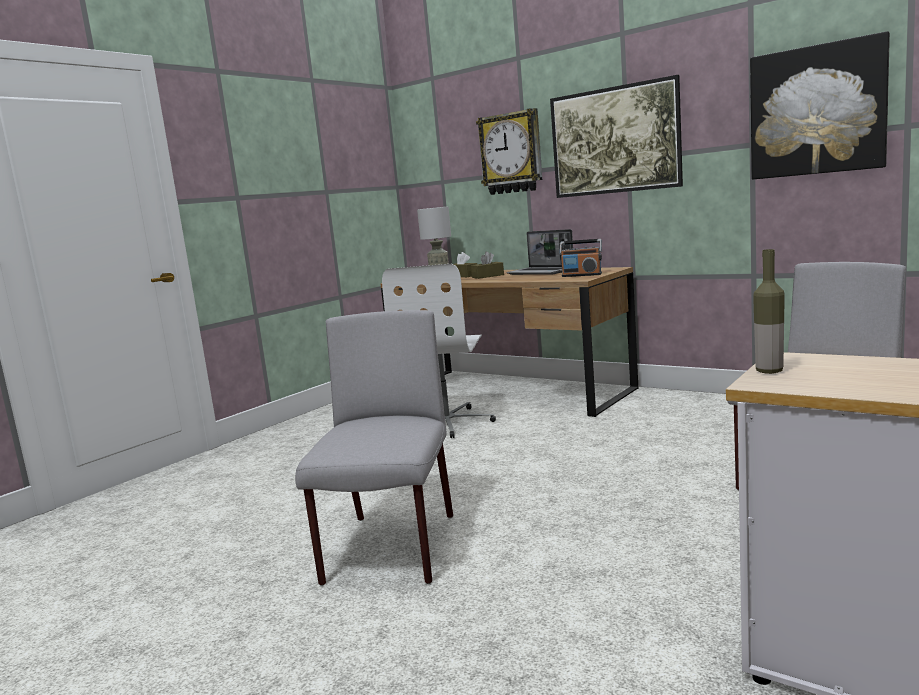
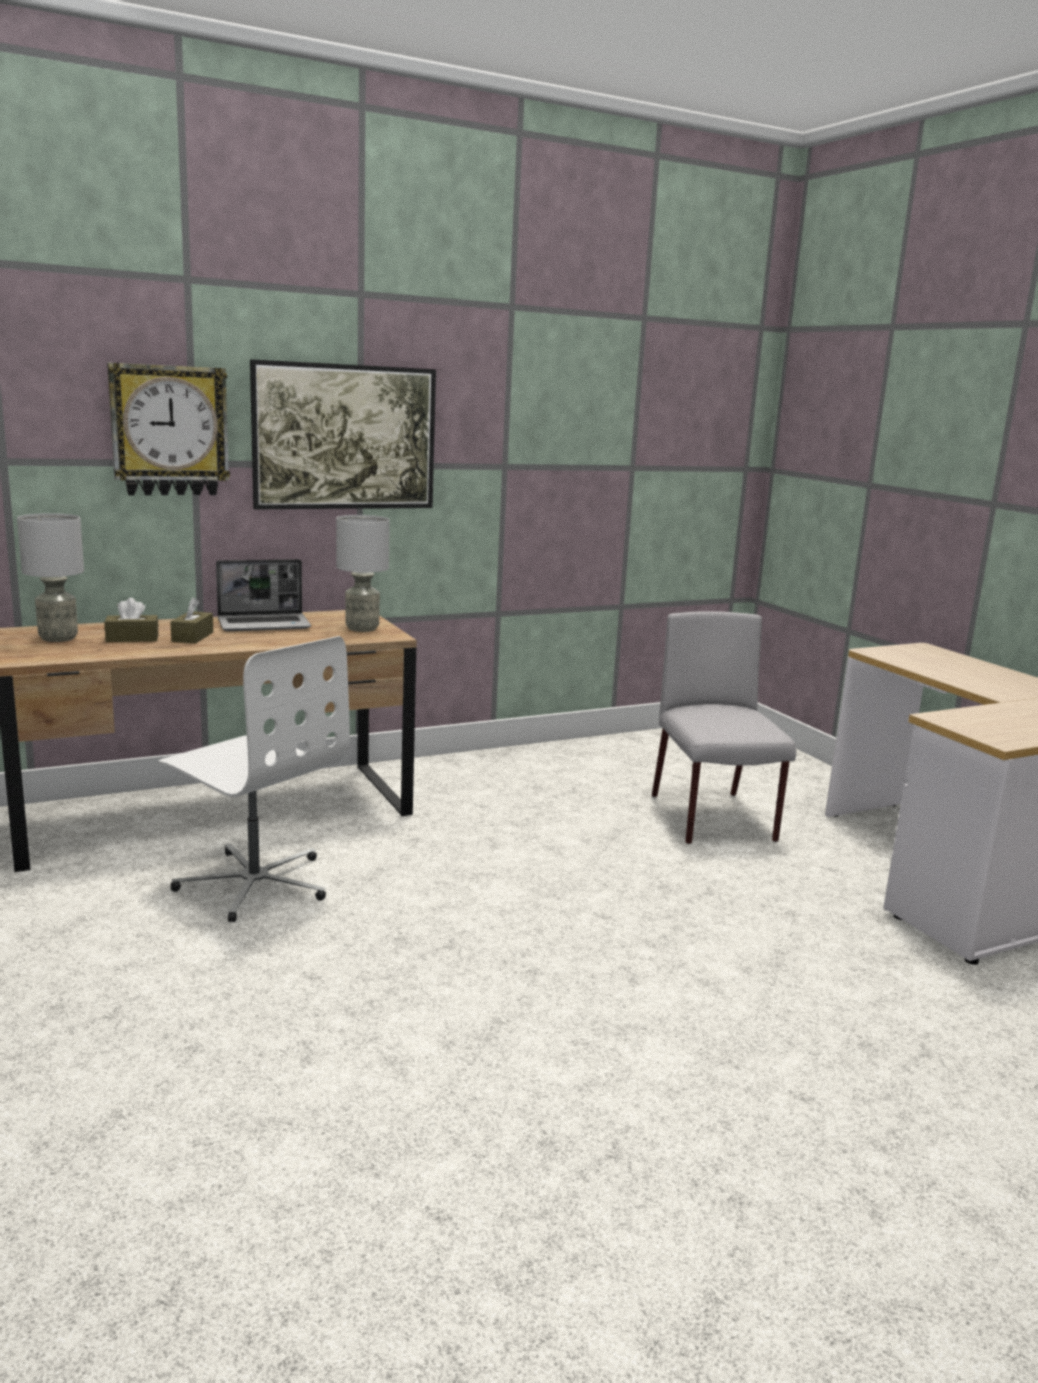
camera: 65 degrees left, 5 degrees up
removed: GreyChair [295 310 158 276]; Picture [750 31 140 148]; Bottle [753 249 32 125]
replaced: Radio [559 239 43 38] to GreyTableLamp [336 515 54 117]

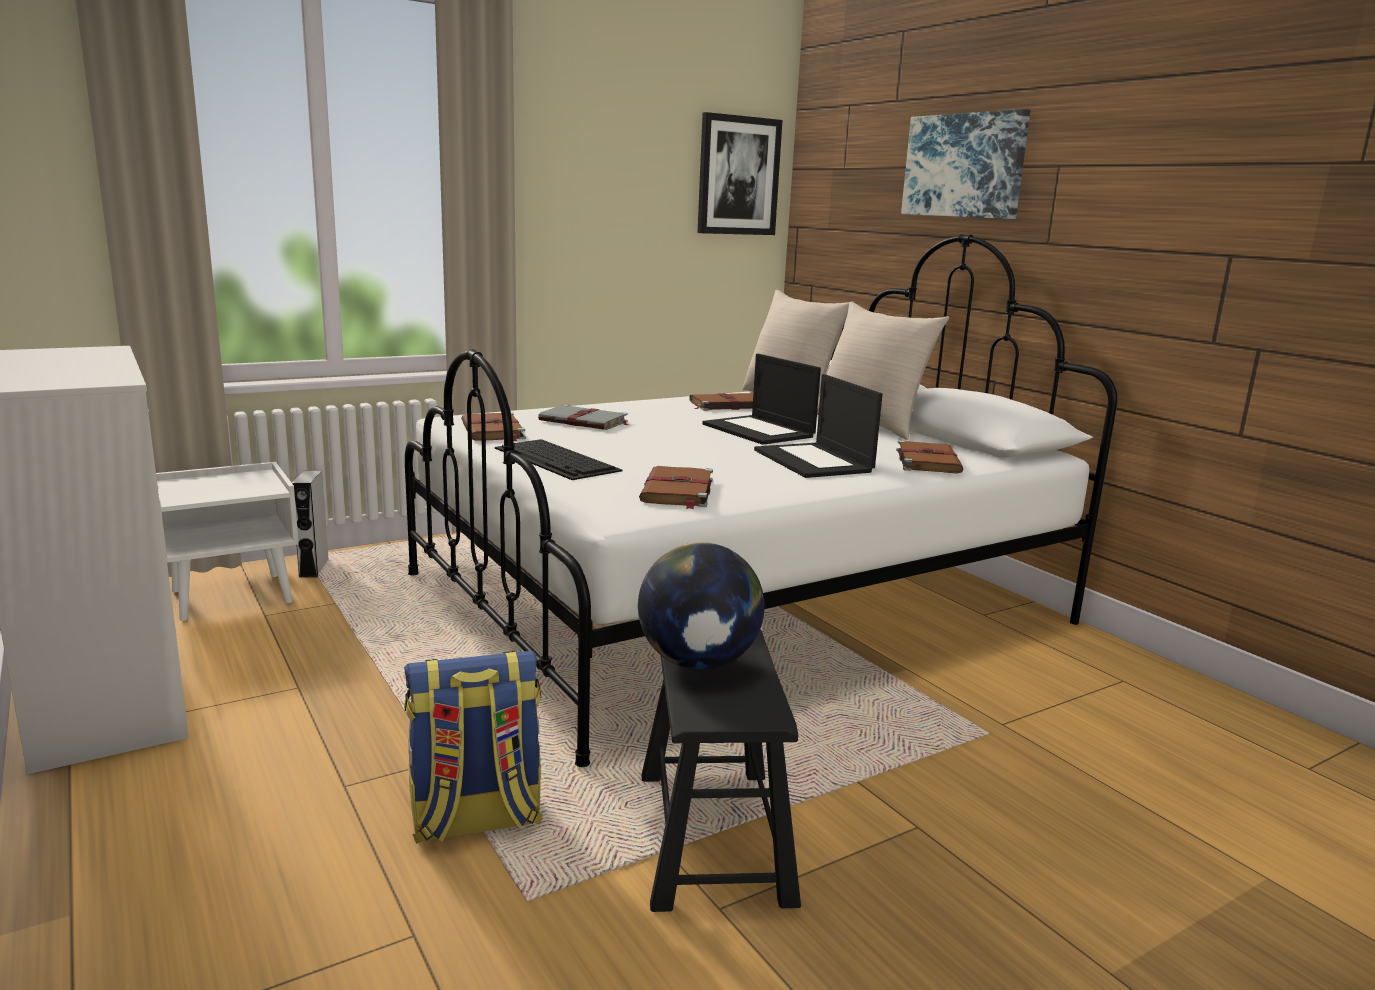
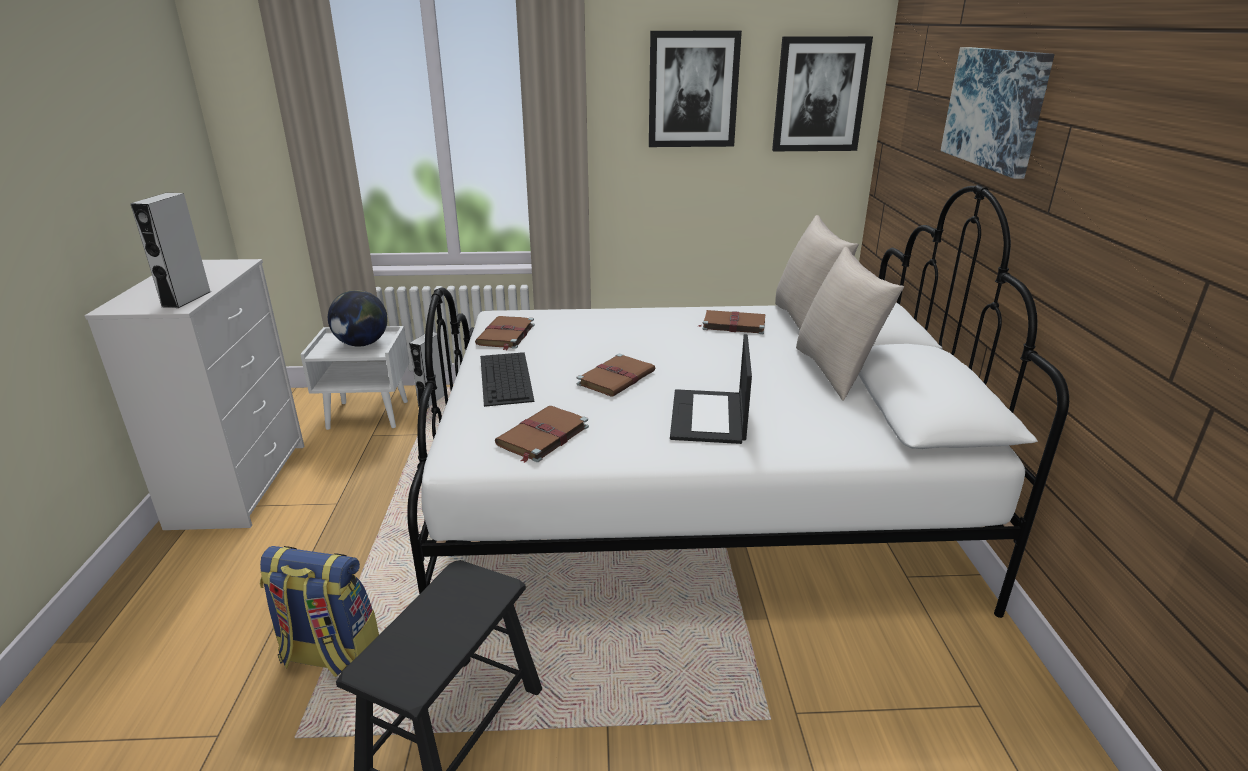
camera: 30 degrees right, 10 degrees up
removed: GreyBook [538 404 91 26]; Laptop [702 354 119 91]
added: GreySpeaker [130 193 81 115]; Picture [649 31 93 116]
moved: Globe [638 542 126 128] to [328 290 60 57]; BrownBook [896 440 67 34] to [577 354 79 42]

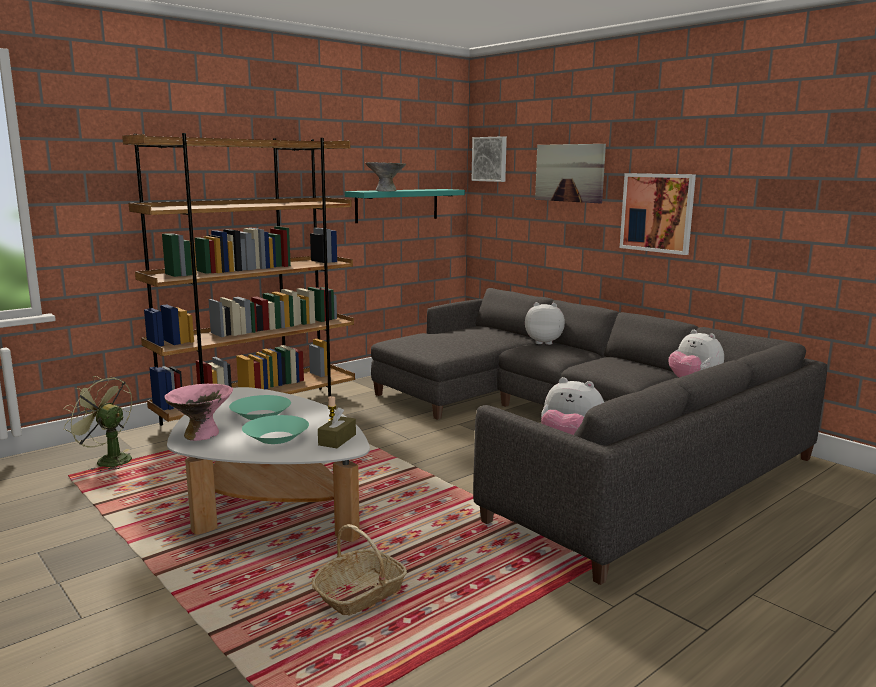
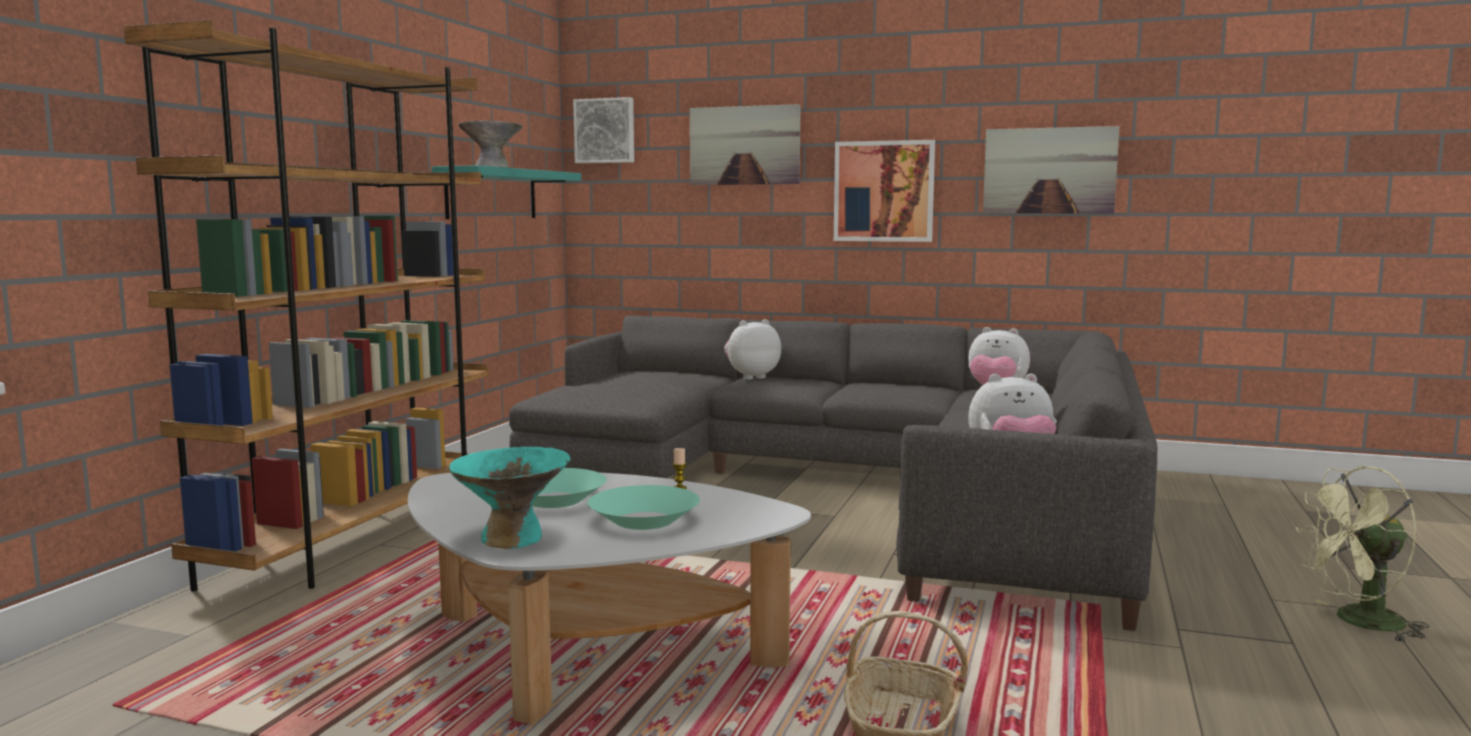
camera: 30 degrees left, 5 degrees down
removed: BrownTissueBox [318 407 38 41]
added: Picture [983 126 136 87]
moved: GreenFan [63 376 69 95] to [1295 466 134 176]
recoloured: PinkBowl [164 384 69 57] to TurquoiseBowl [449 447 121 102]

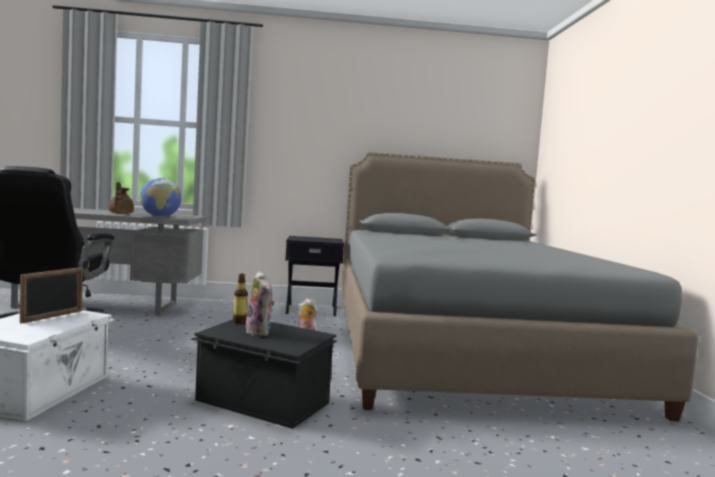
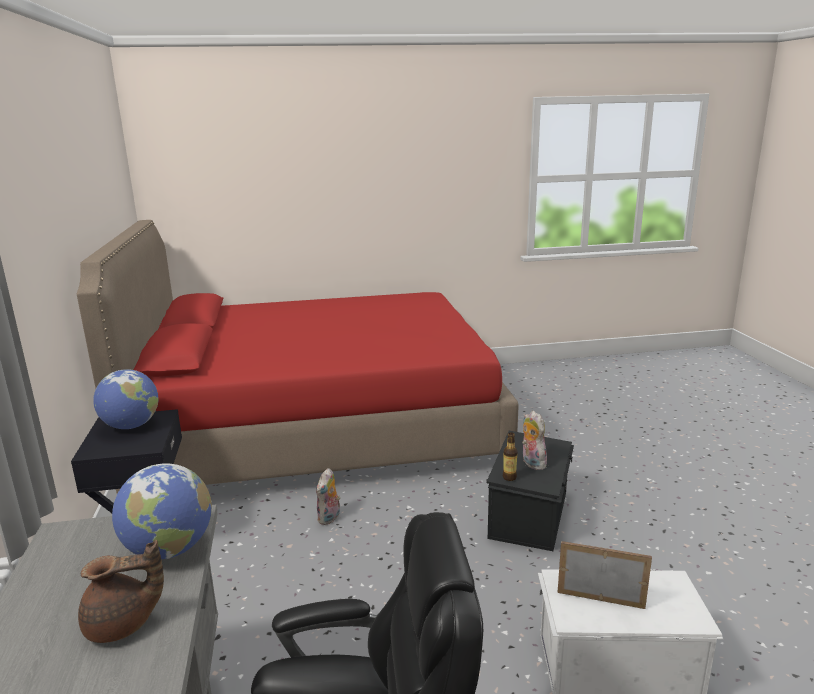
camera: 95 degrees left, 15 degrees up
added: Globe [93 369 66 60]
recoloured: GreyBed [341 152 358 269] to RedBed [77 220 442 274]
turned: PlushToy [246 271 28 65] = [522 411 26 59] 75 degrees counterclockwise

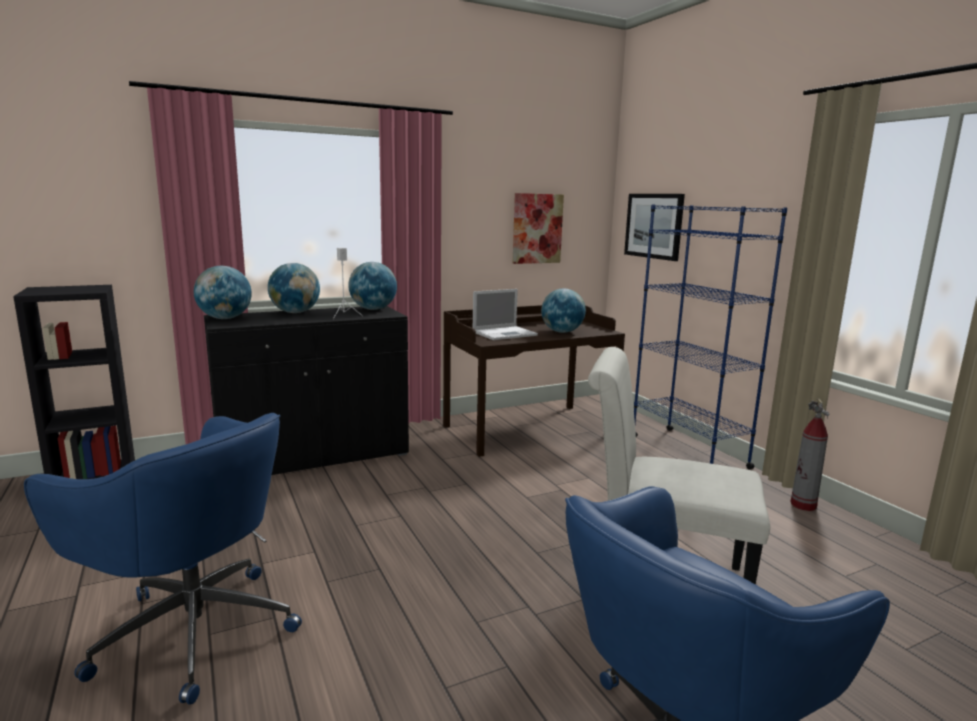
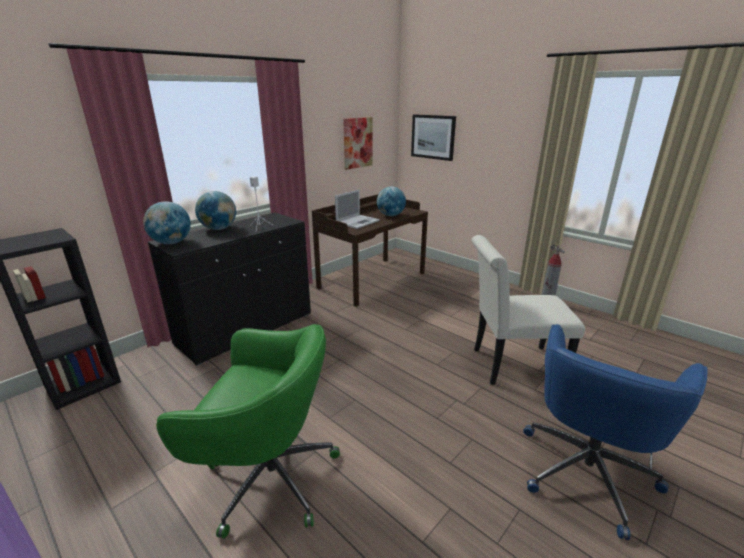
camera: 20 degrees left, 10 degrees up
removed: Globe [348 262 49 48]; BlueBookcase [634 204 153 265]
recoloured: BlueOfficeChair [24 413 278 292] to GreenOfficeChair [156 324 184 215]

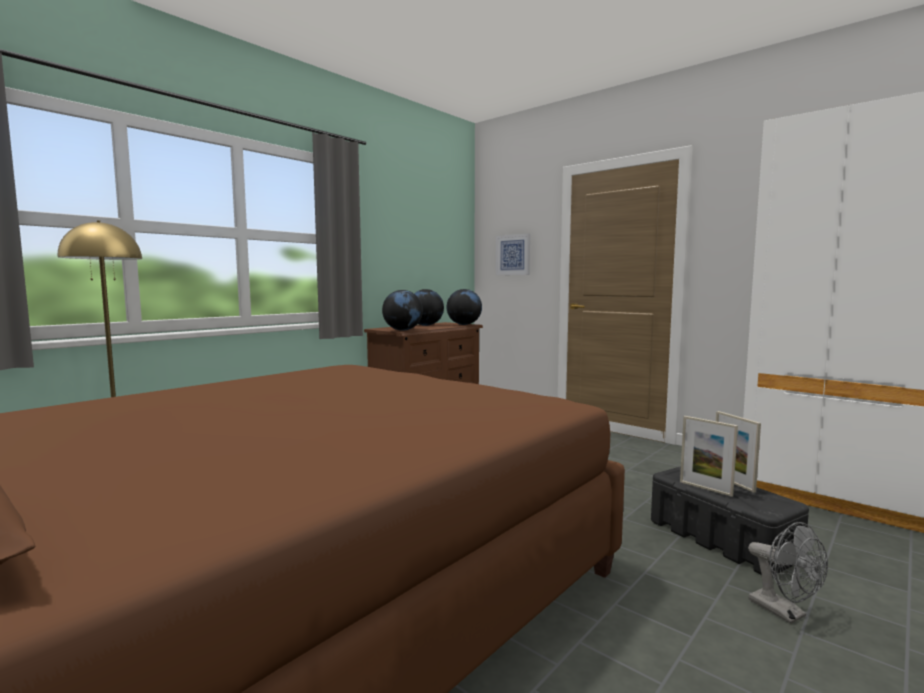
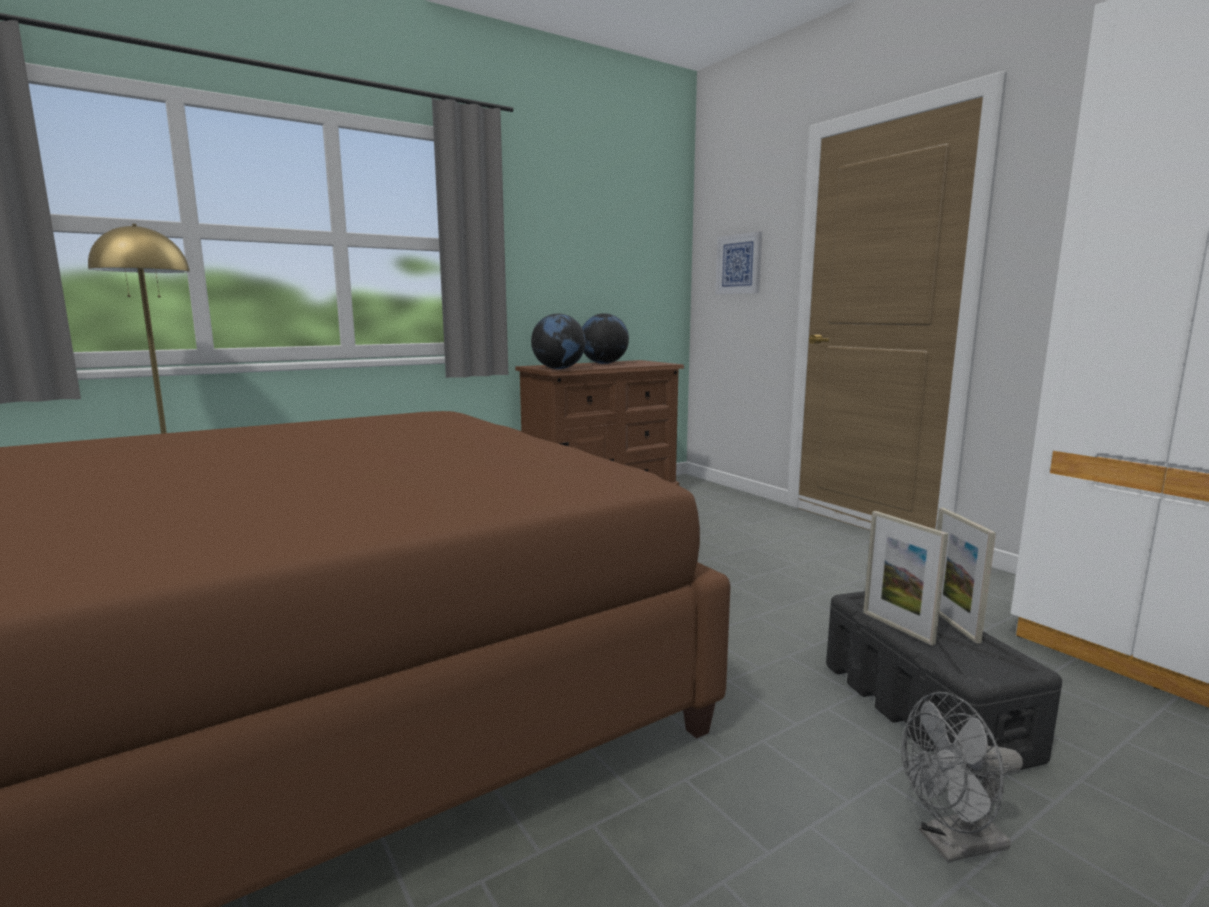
camera: 15 degrees right, 5 degrees up
removed: Globe [447 289 35 36]
turned: GreyFan [748 522 80 102] = [901 692 122 170] 90 degrees clockwise

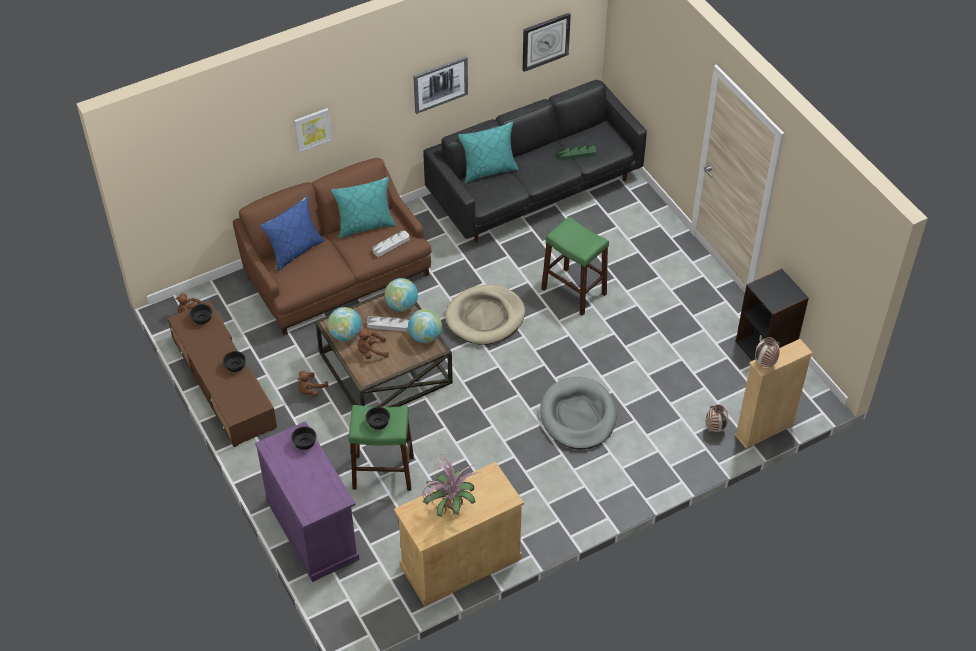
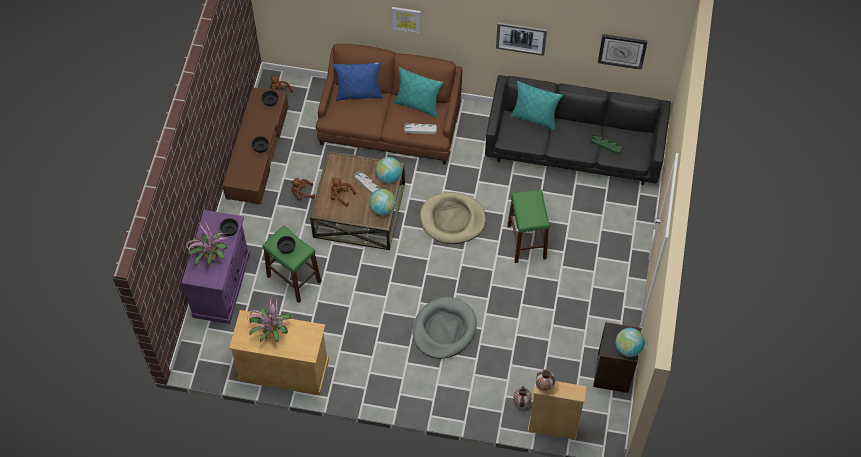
camera: 40 degrees right, 10 degrees up
added: PottedPlant [185 222 43 44]
moved: Globe [327 307 35 34] to [615 328 30 29]

